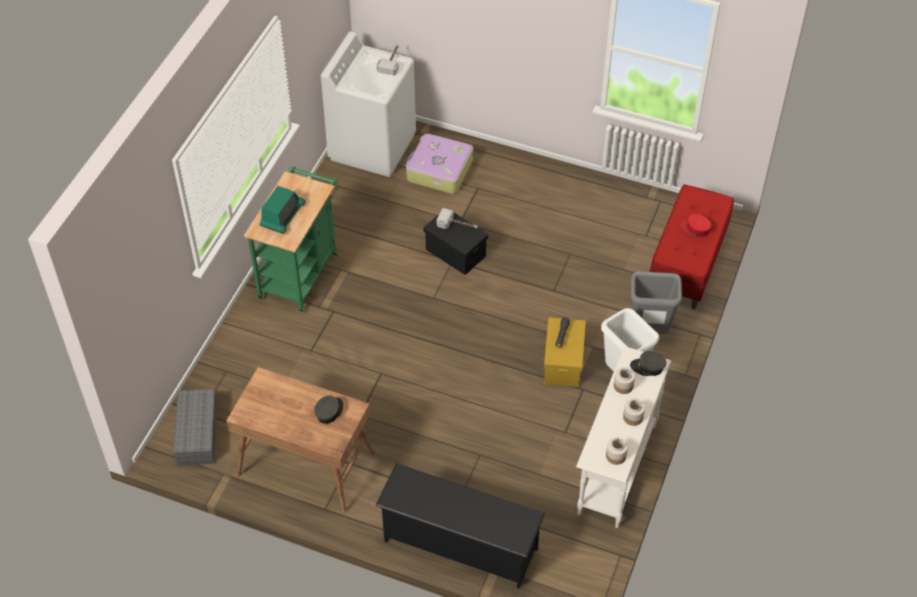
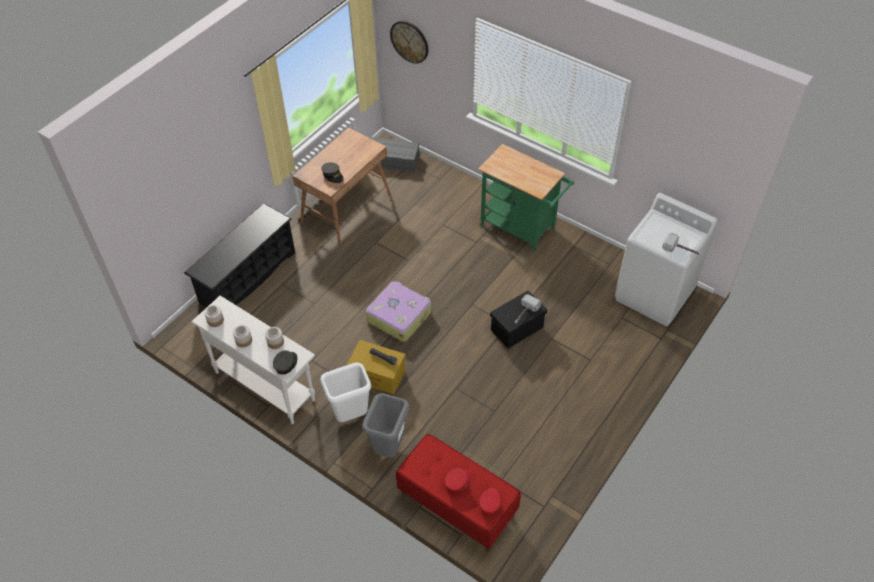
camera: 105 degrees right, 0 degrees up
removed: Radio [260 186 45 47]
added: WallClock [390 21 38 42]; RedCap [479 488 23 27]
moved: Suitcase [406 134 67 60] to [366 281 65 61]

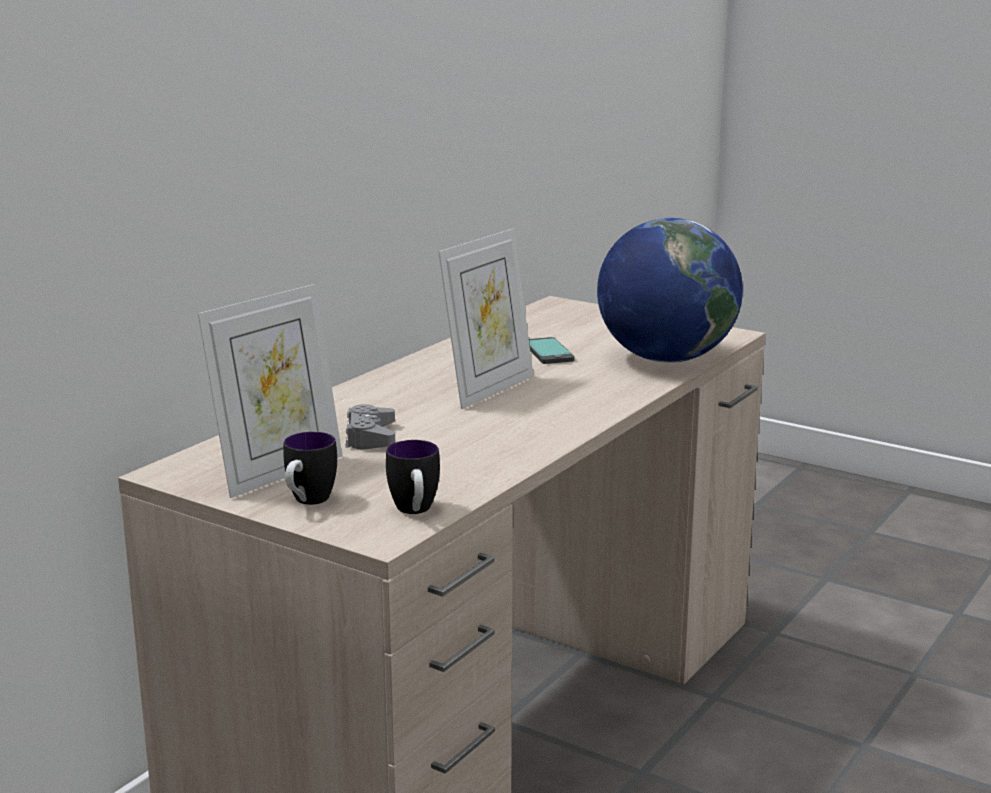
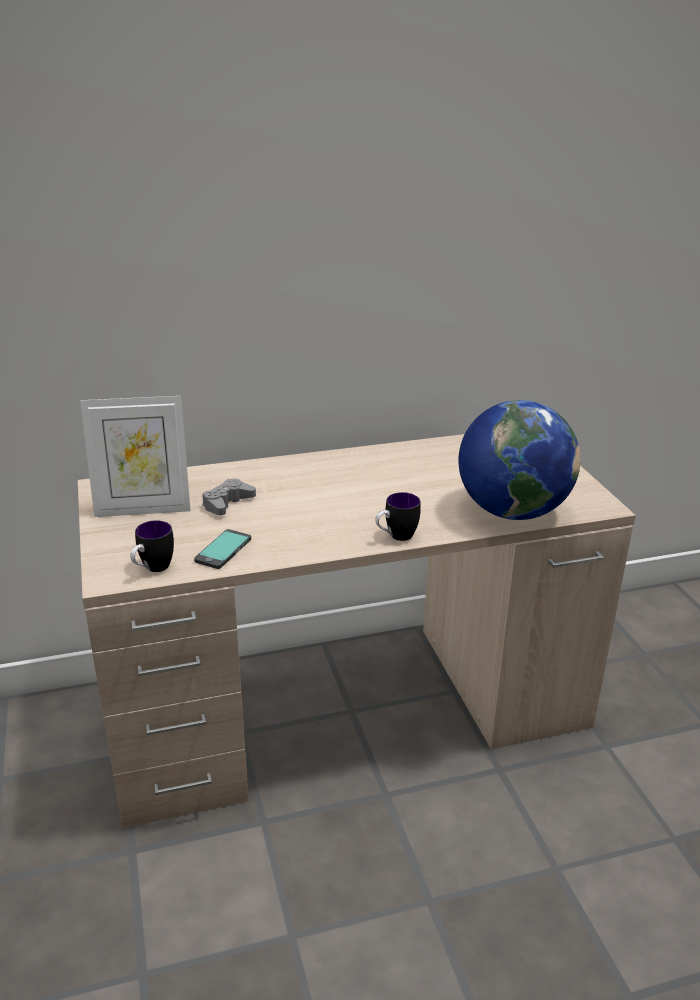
camera: 40 degrees right, 10 degrees up
removed: PictureFrame [438 228 95 181]
moved: Mug [283 432 54 73] to [375 492 46 49]; Phone [529 337 46 27] to [194 529 57 40]

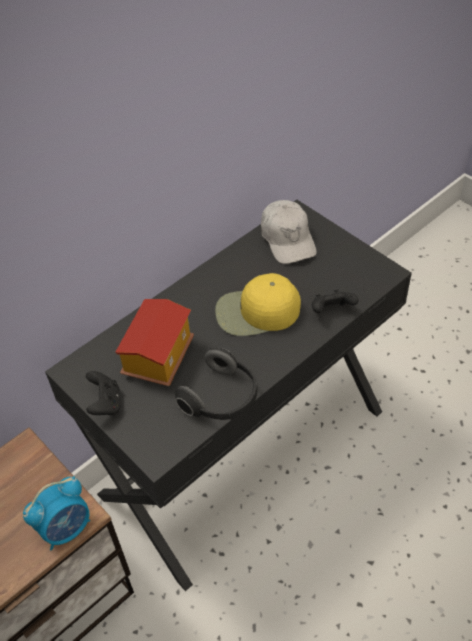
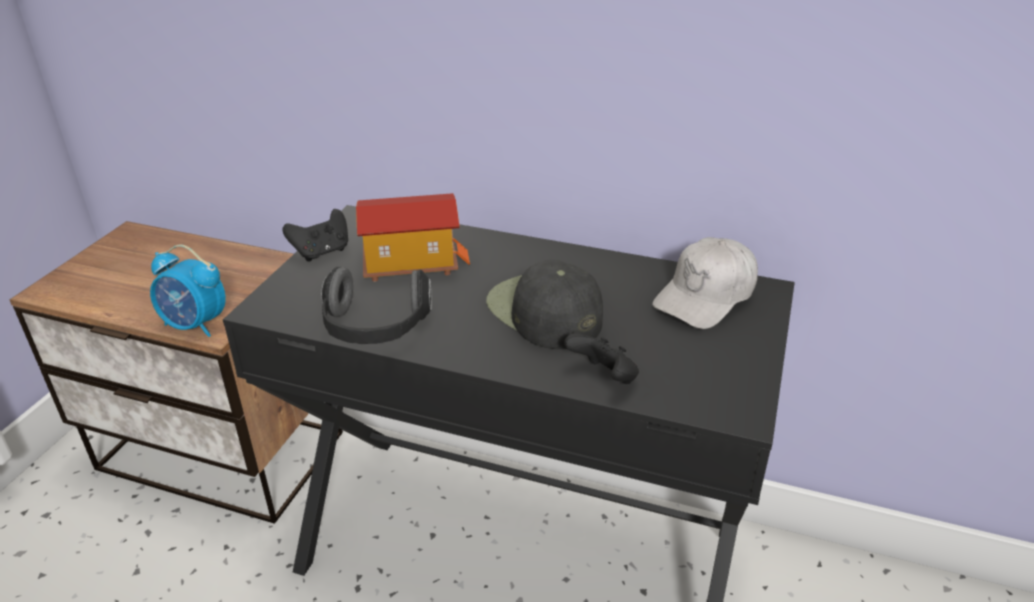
camera: 60 degrees right, 15 degrees down
recoloured: YellowCap [215 273 86 63] to BlackCap [486 260 117 89]

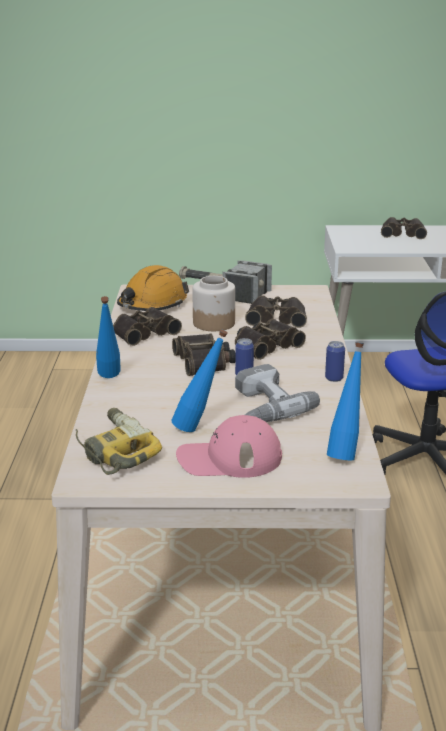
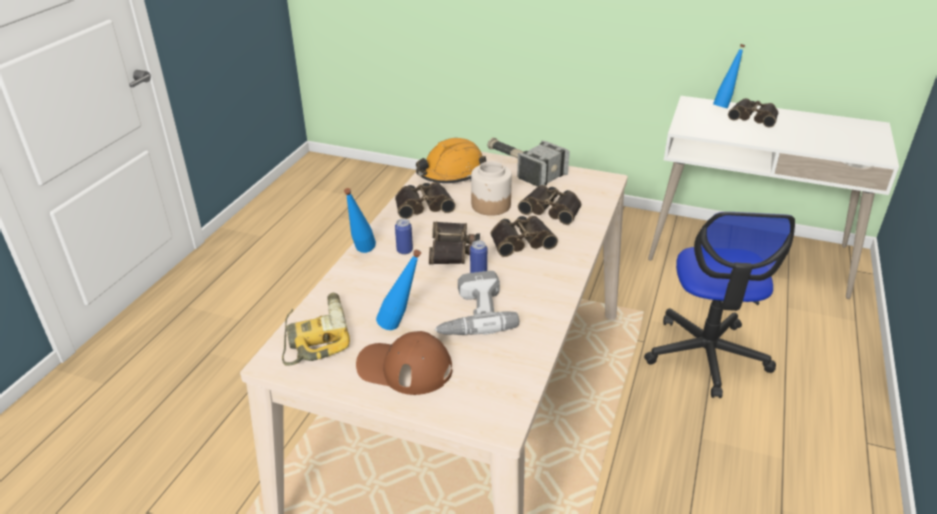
camera: 20 degrees right, 10 degrees up
moved: Can [325 341 20 41] to [395 219 18 36]; BlueBottle [327 342 37 118] to [713 44 32 64]
recoloured: PinkCap [176 415 106 63] to BrownCap [356 331 96 64]

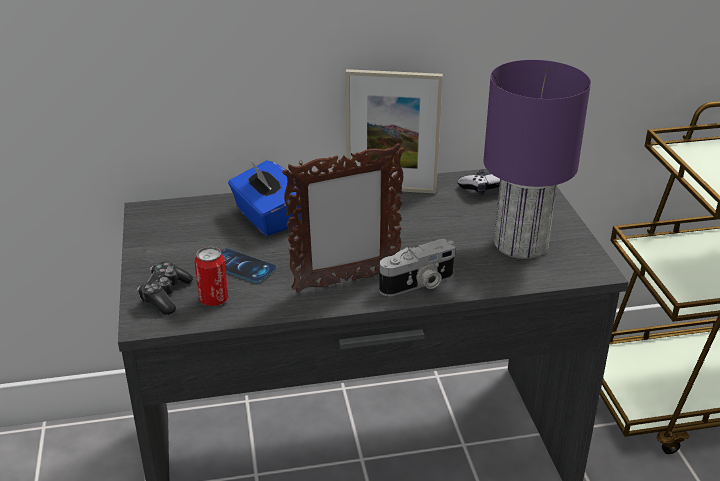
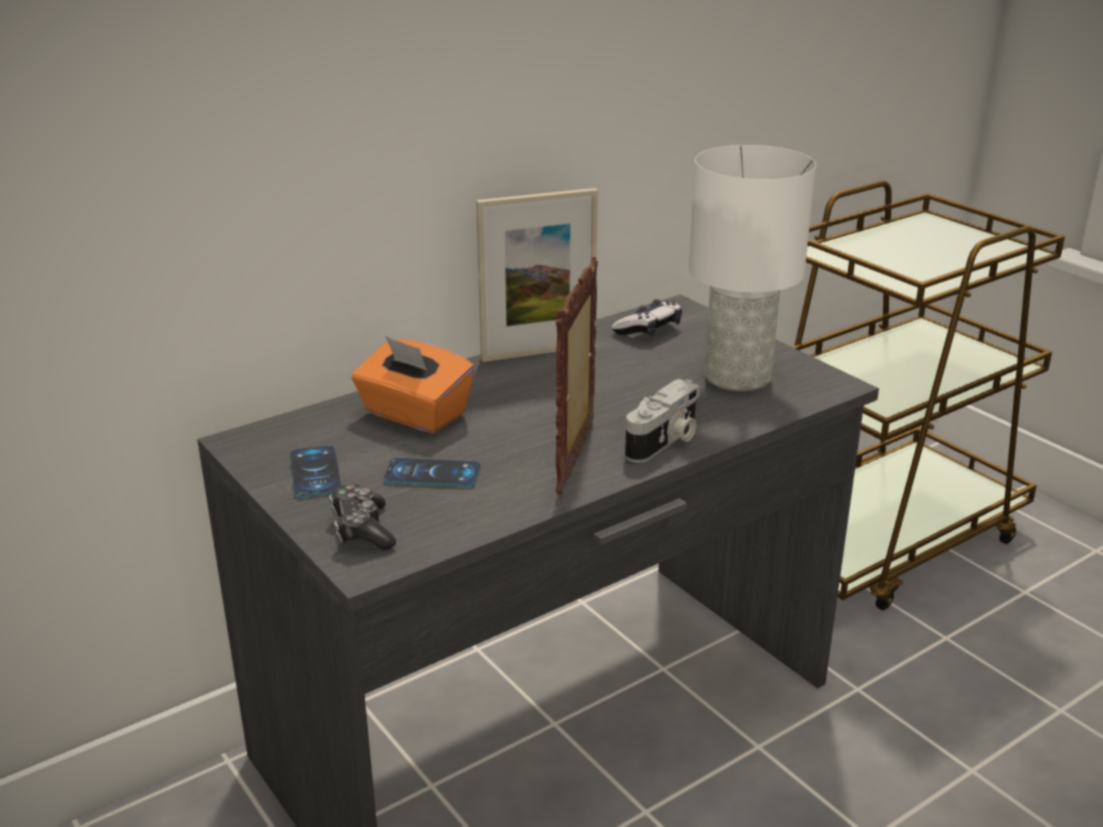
camera: 25 degrees left, 5 degrees down
removed: Can [195 247 33 59]
added: Phone [289 445 53 53]
recoloured: BlueTissueBox [228 160 73 76] to OrangeTissueBox [351 336 124 97]; PurpleTableLamp [483 60 108 199] to WhiteTableLamp [689 145 127 246]
turned: PictureFrame [282 143 122 150] = [556 257 42 238] 150 degrees clockwise

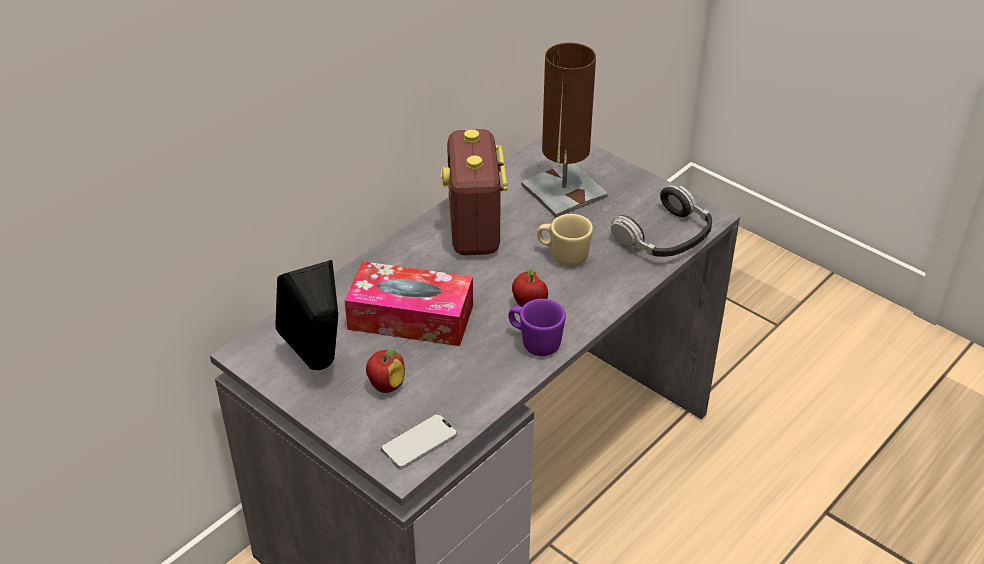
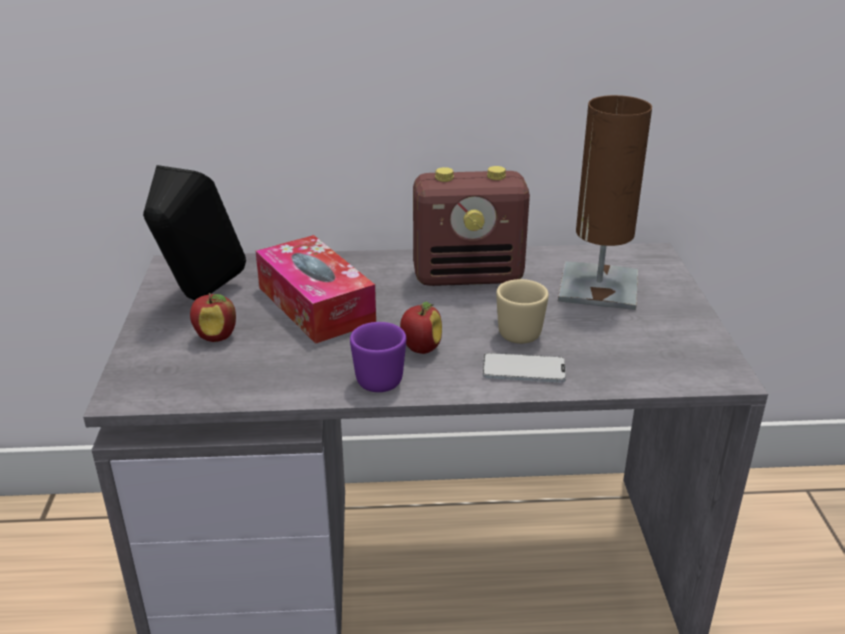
camera: 45 degrees right, 10 degrees down
removed: Headphones [611 185 101 72]
moved: Phone [380 414 78 56] to [483 353 83 30]
turned: Radio [441 129 66 126] = [413 166 117 120] 135 degrees counterclockwise

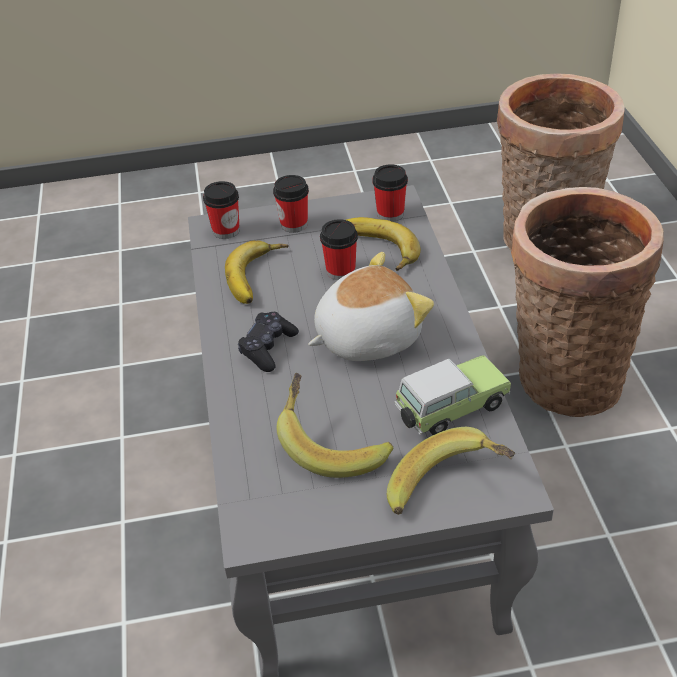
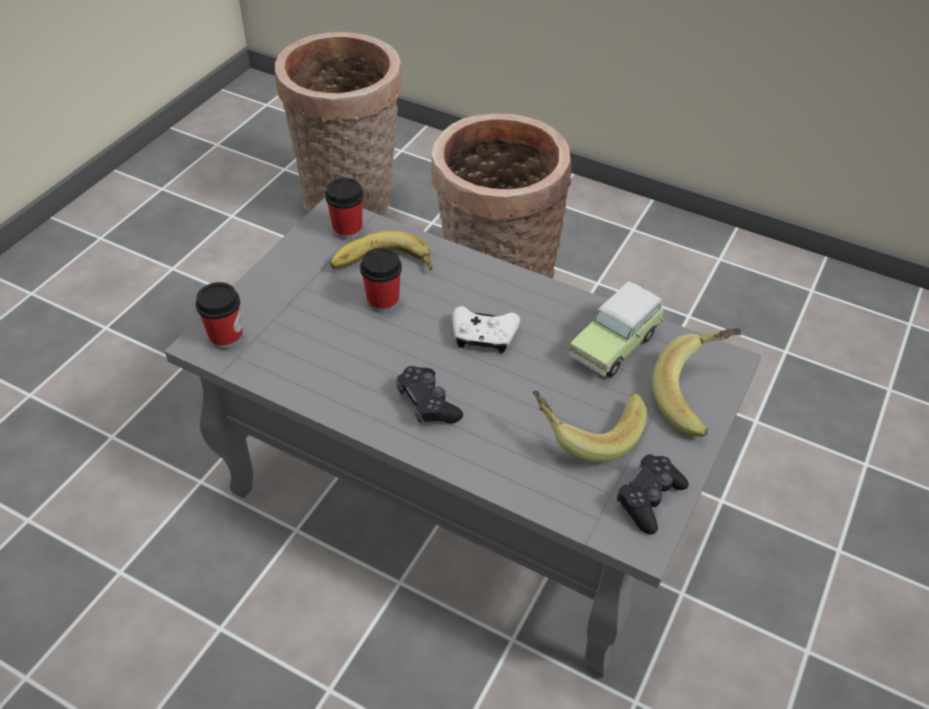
camera: 55 degrees left, 5 degrees up
removed: Banana [225 241 64 63]; Cup [273 175 36 58]
added: BlackGameController [617 454 72 81]
replaced: PlushToy [308 252 126 109] to WhiteGameController [453 306 67 47]
turned: ToyCar [394 355 117 80] = [568 281 96 96] 150 degrees counterclockwise

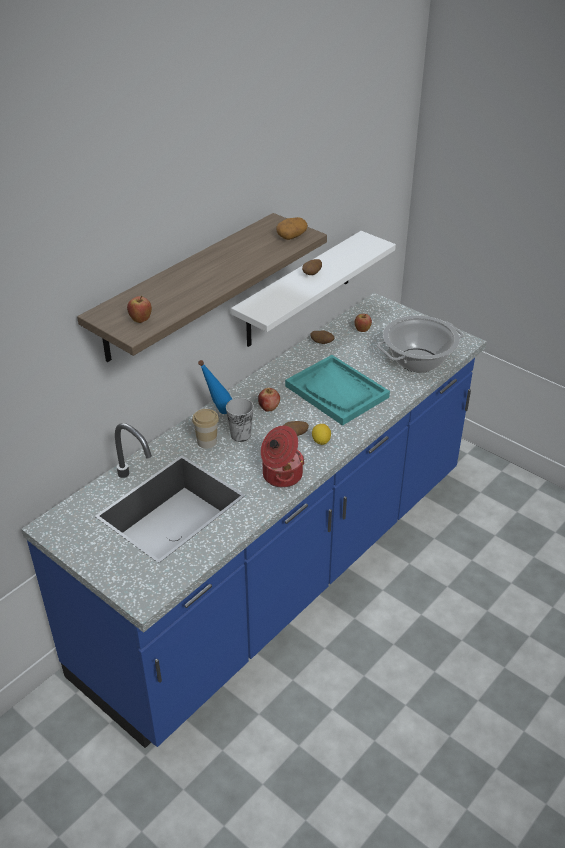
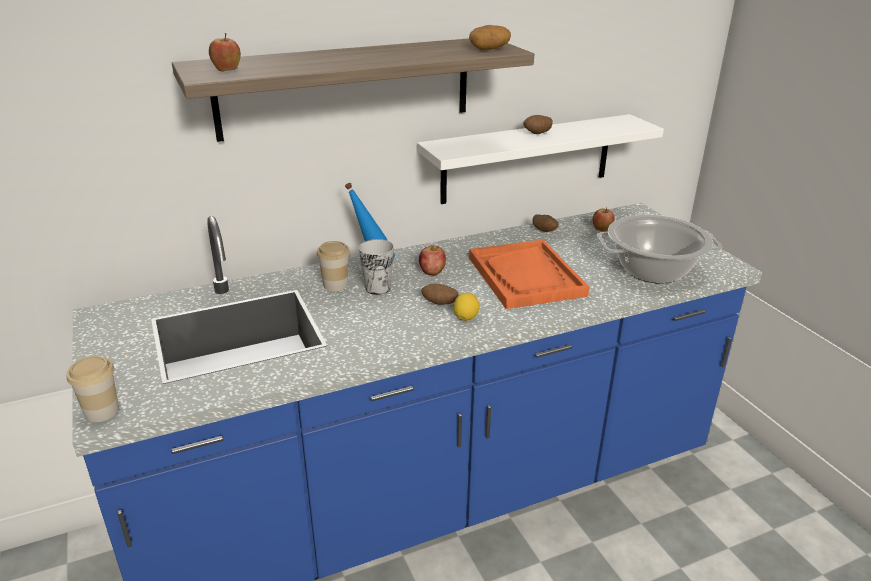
camera: 25 degrees right, 10 degrees down
removed: CookingPot [261 425 44 63]
added: Cup [66 356 53 66]
recoloured: TurquoiseTray [285 355 105 71] to OrangeTray [469 239 120 70]

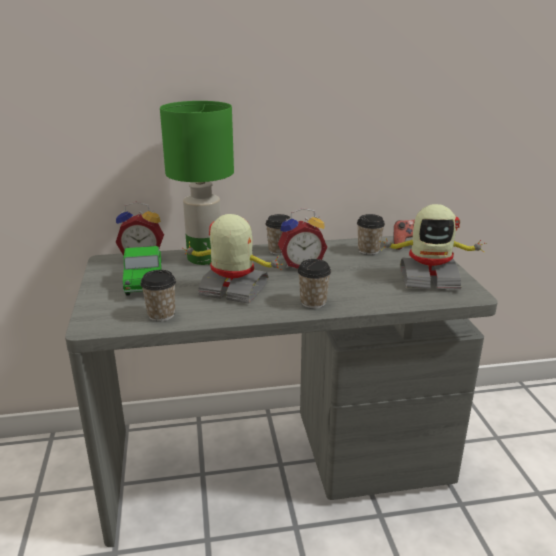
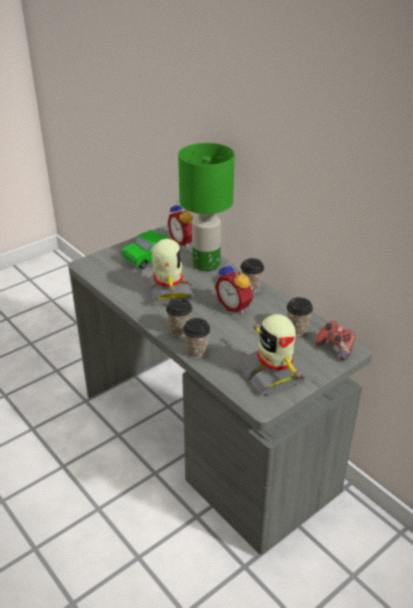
camera: 60 degrees right, 10 degrees up
moved: Cup [140 270 36 51] to [183 318 27 40]

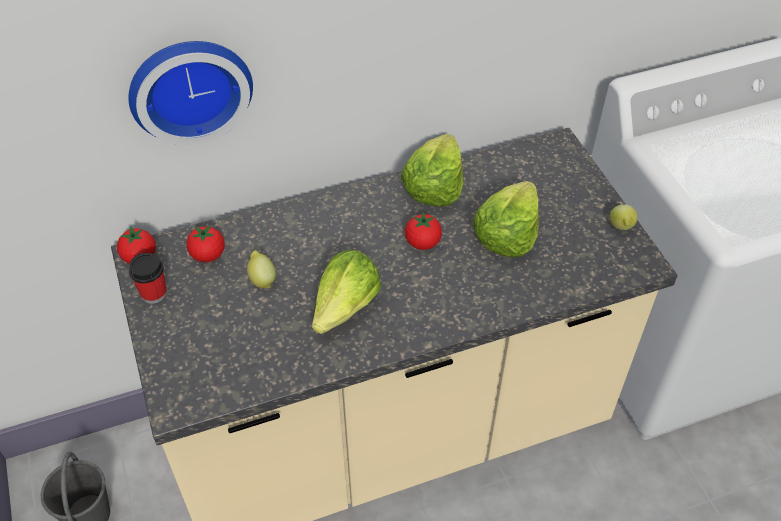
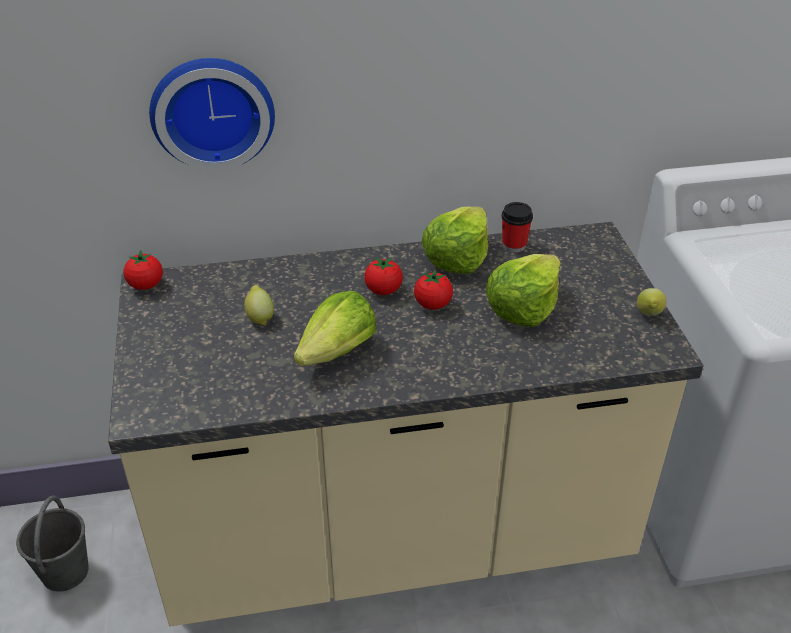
camera: 10 degrees right, 10 degrees down
moved: Cup [129 253 38 51] to [502 202 31 51]; Tomato [187 225 38 38] to [364 257 39 38]

